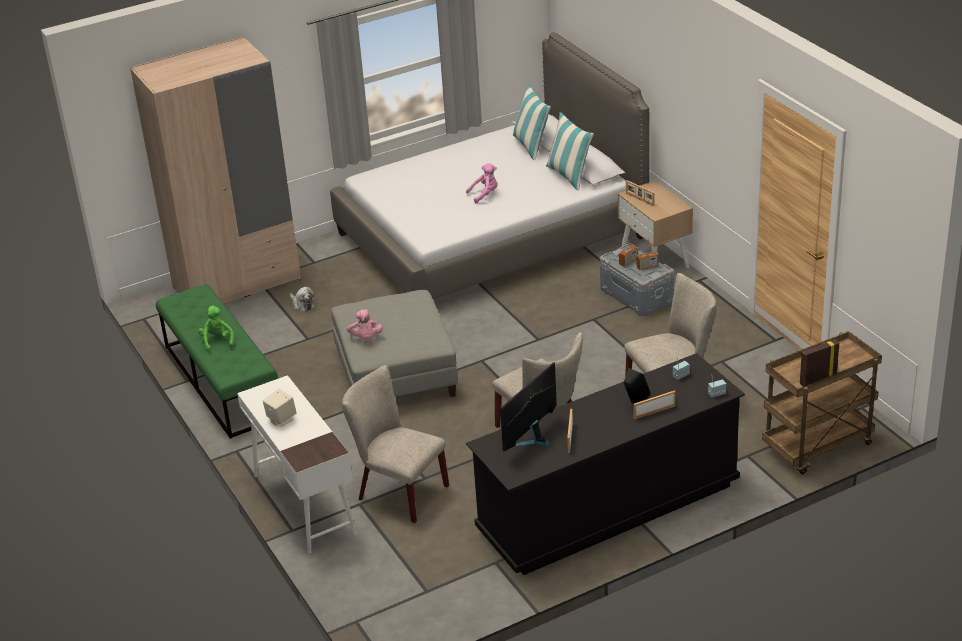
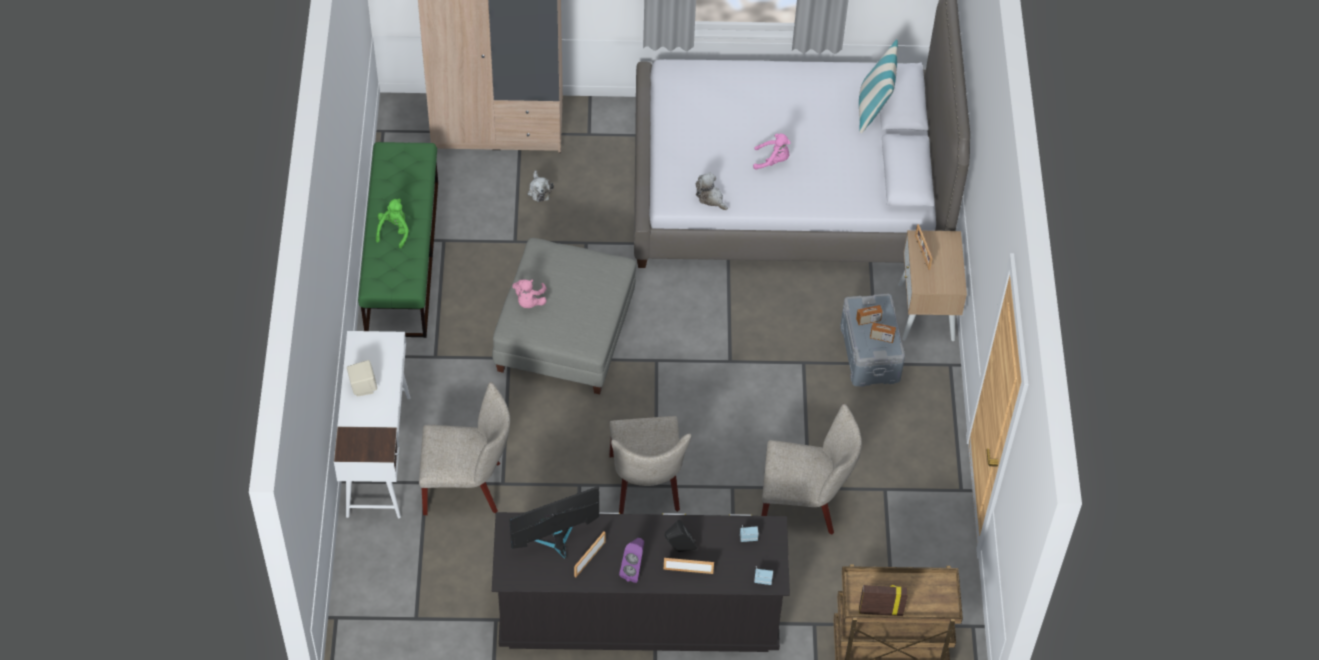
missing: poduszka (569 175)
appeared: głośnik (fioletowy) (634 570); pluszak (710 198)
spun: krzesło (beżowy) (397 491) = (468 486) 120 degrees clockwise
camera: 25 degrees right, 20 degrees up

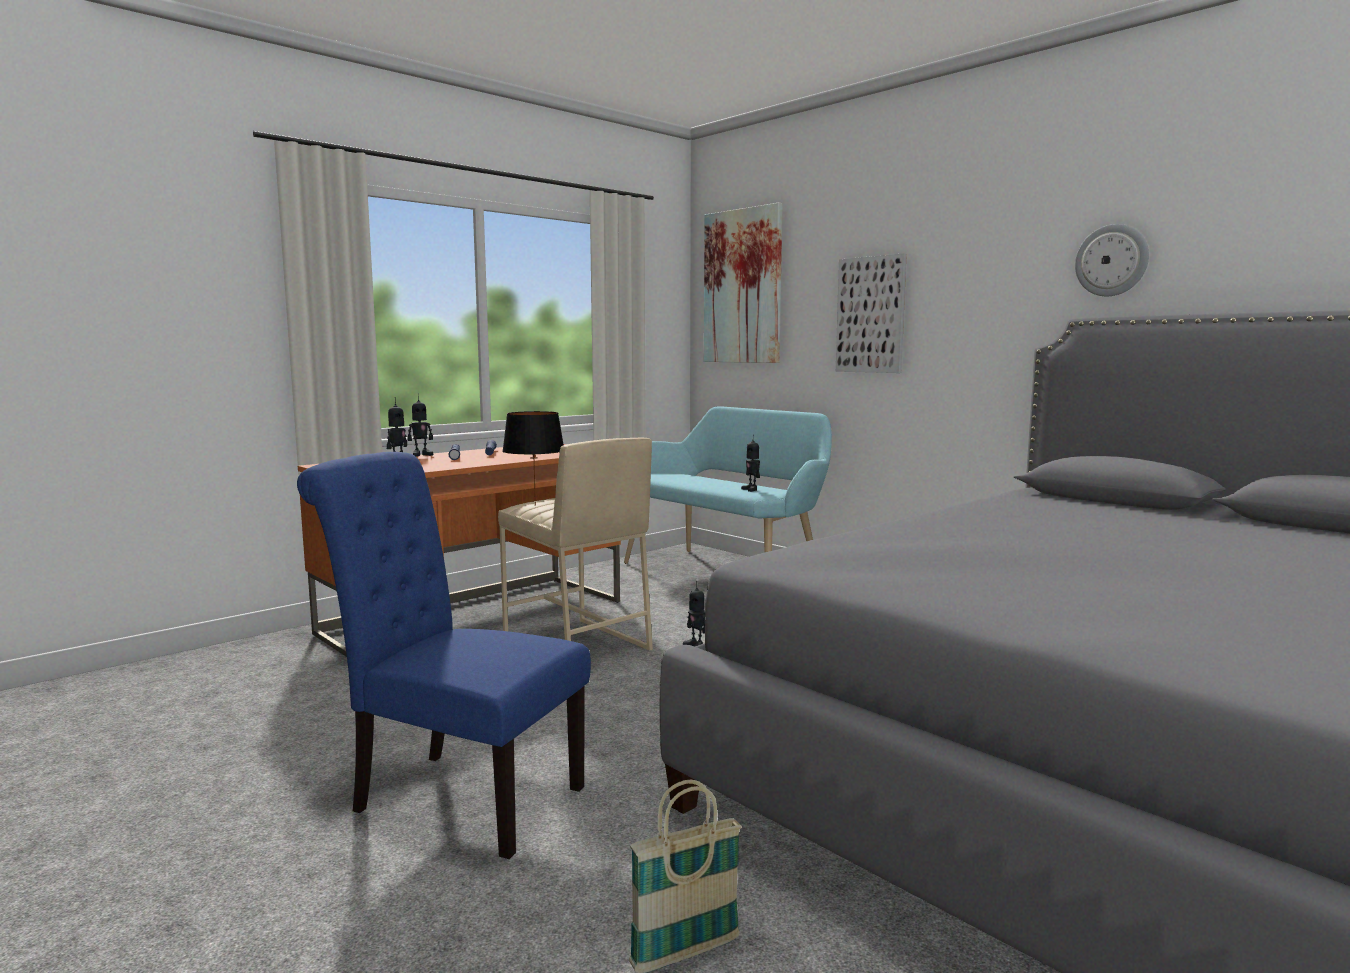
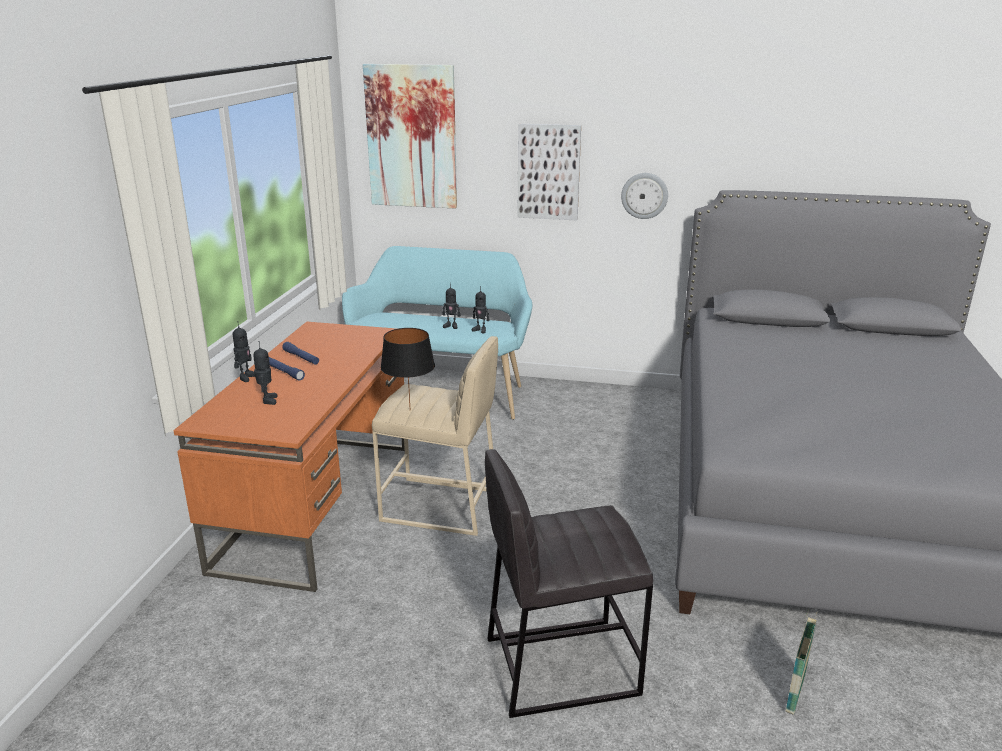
relocated: robot zabawkowy (695 646) to (451 326); zegar ścienny (1111 260) to (644 195)
exchanged: krzesło (niebieski) (457 797) to stołek (szary) (559 665)
camera: 35 degrees left, 15 degrees up

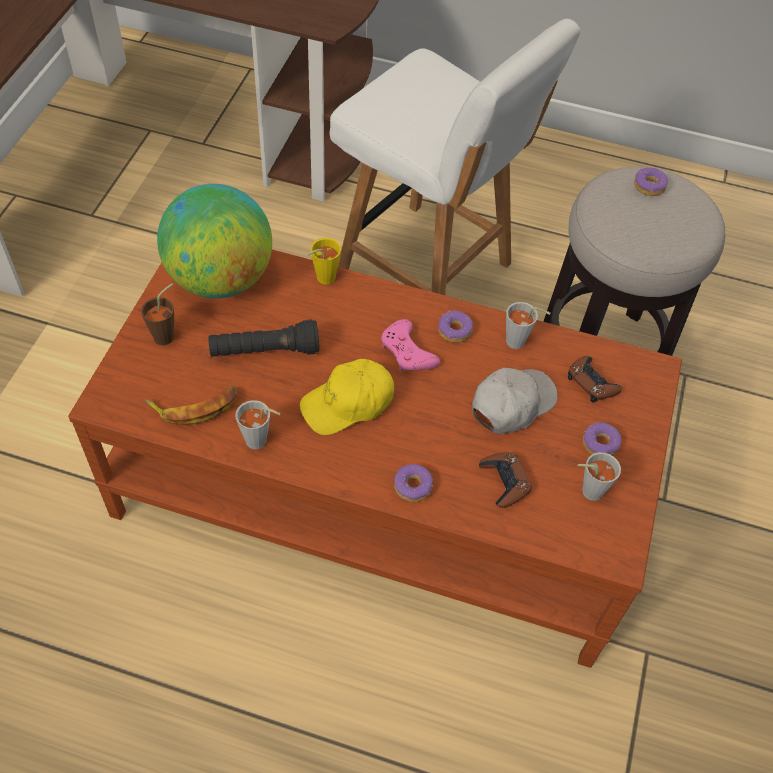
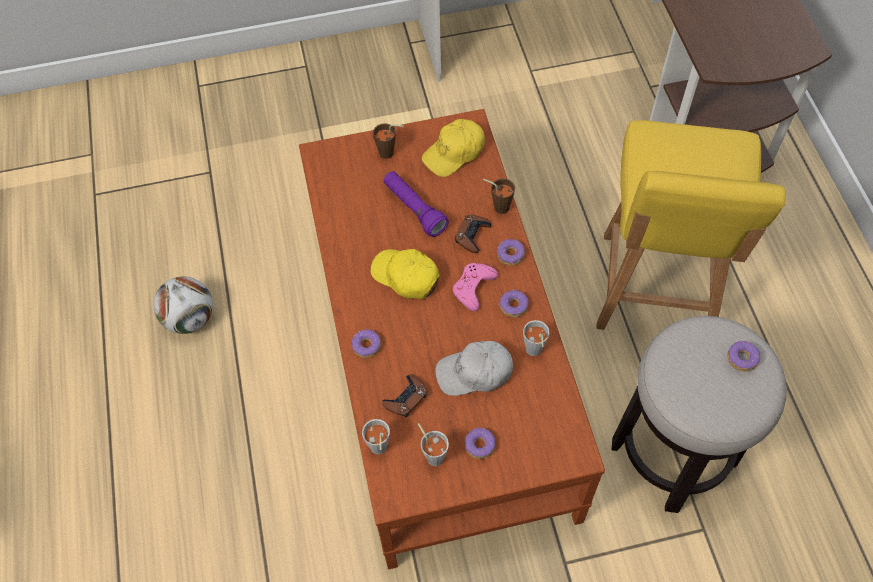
missing: banan (195 407)
appeared: piłka futbolowa (190 318); donut (510 255)
relocated: filiżanka (szary) (260 442) to (378 450); pad do gier (brązowy) (591 383) to (472 235)
exchanged: globus (220 279) to czapka z daszkiem (żółty) (454 153)
colour: latarka (czarny) (264 351) to latarka (fioletowy) (414 209); filiżanka (żółty) (322 279) to filiżanka (brązowy) (498 206); krzesło (biały) (428 269) to krzesło (żółty) (656 290)
spun: czapka z daszkiem (biały) (512 404) = (474 373) 150 degrees clockwise
camera: 65 degrees right, 5 degrees up

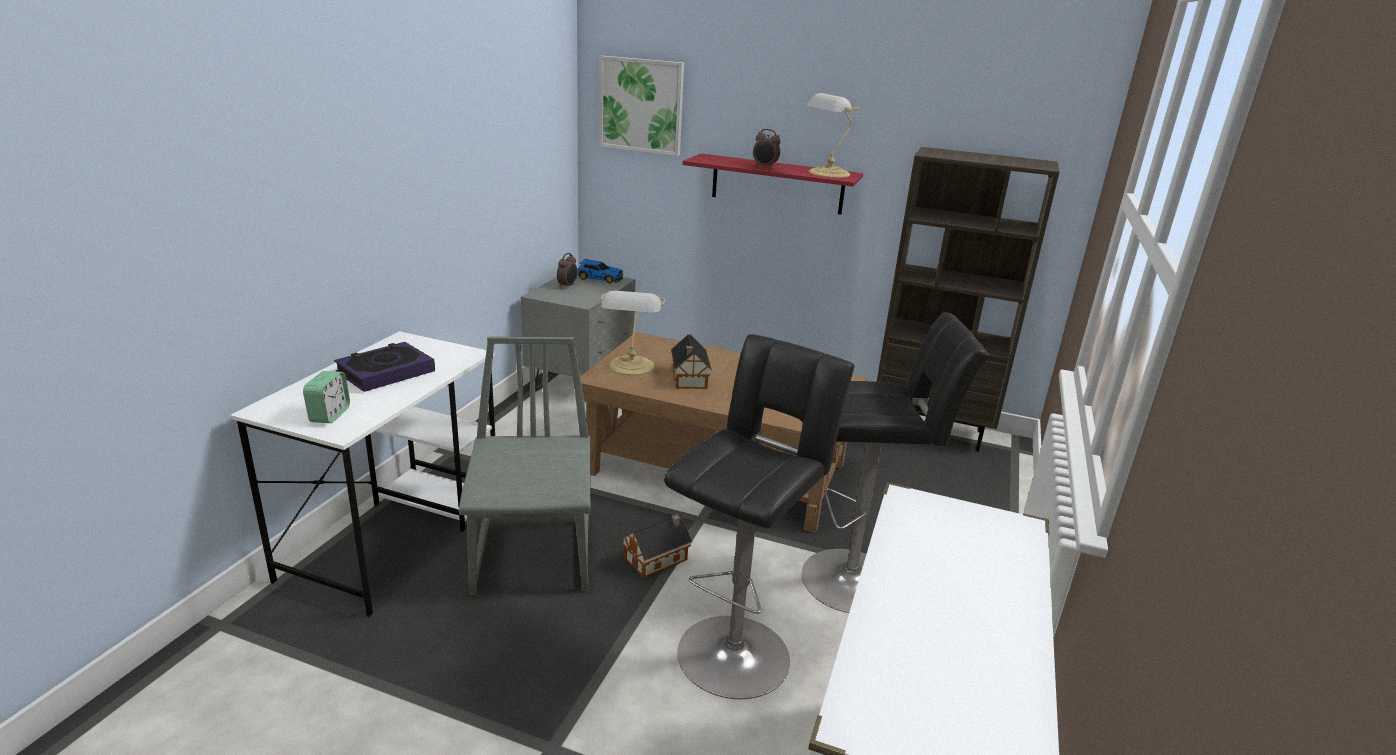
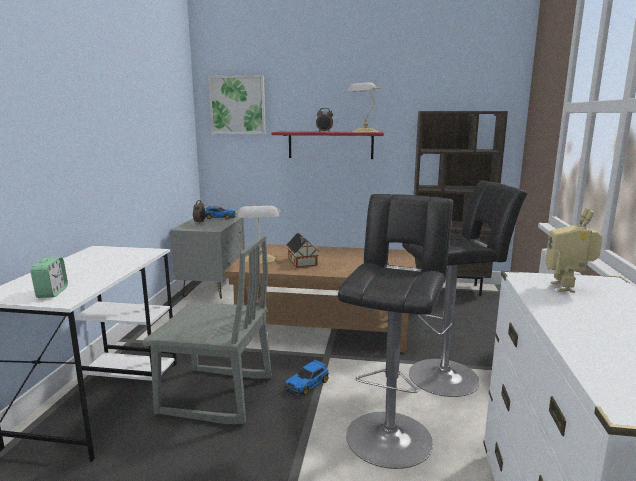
missing: książka (385 372)
appeared: robot zabawkowy (567 287)
exchanged: domek (658 559) to samochodzik (308 384)
spun: krzesło (szary) (535 555) = (216 396) 120 degrees clockwise
camera: 10 degrees left, 10 degrees down

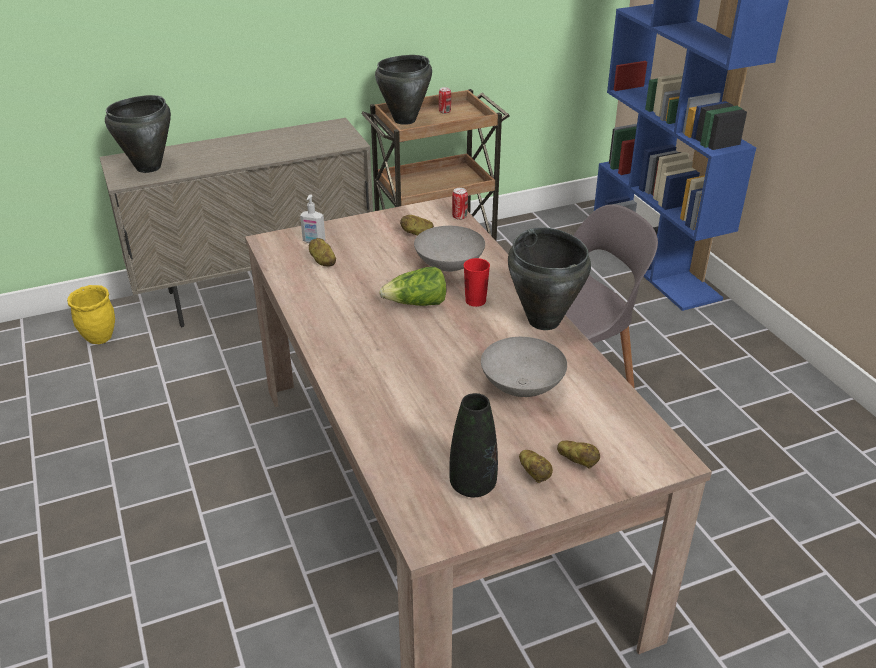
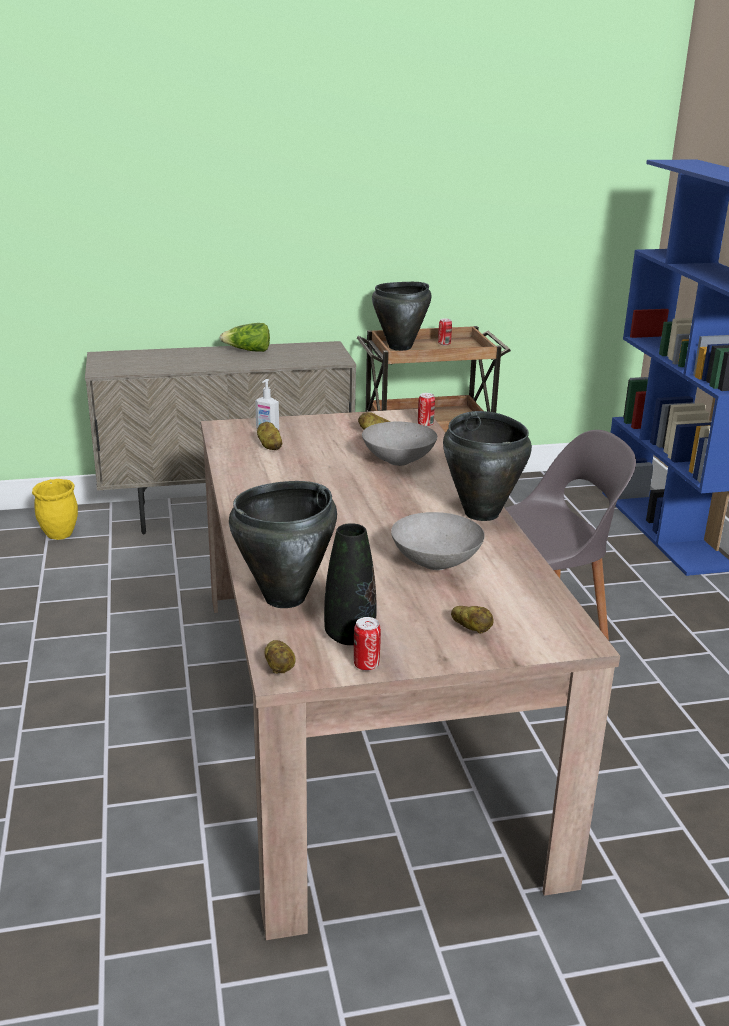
missing: filiżanka (czerwony) (475 301)
appeared: puszka (366 665)
relocated: sałata (417 304) to (248 351); garnek (czarny) (149 167) to (286 598); ziemniak (535 474) to (280 668)
camera: 10 degrees right, 10 degrees down

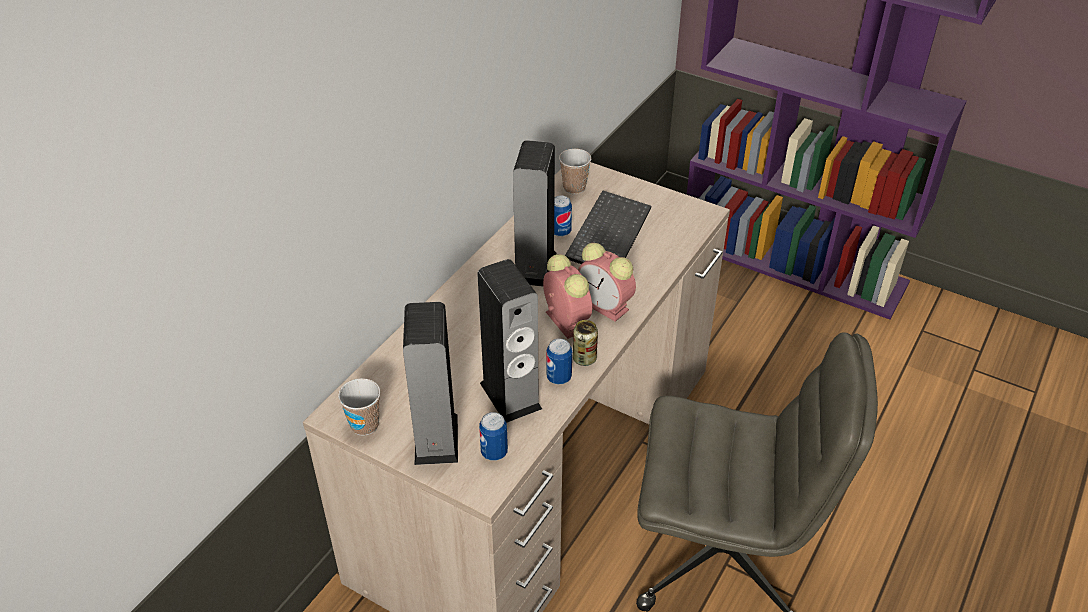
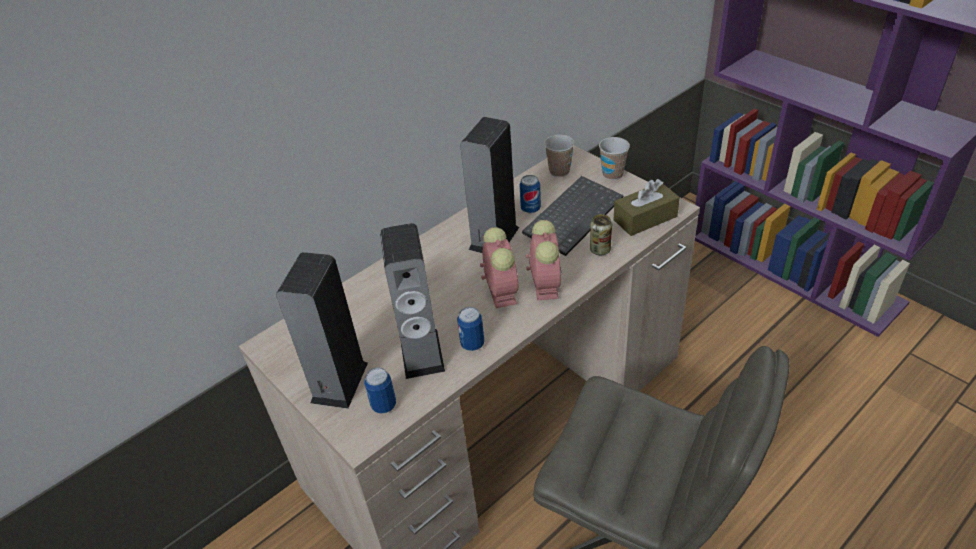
appeared: pudełko chusteczek (brązowy) (645 218)
relocated: puszka (584 359) to (600 250); filiżanka (364 425) to (612 174)
spun: budzik (607 306) = (545 283) 150 degrees counterclockwise
camera: 20 degrees right, 0 degrees up

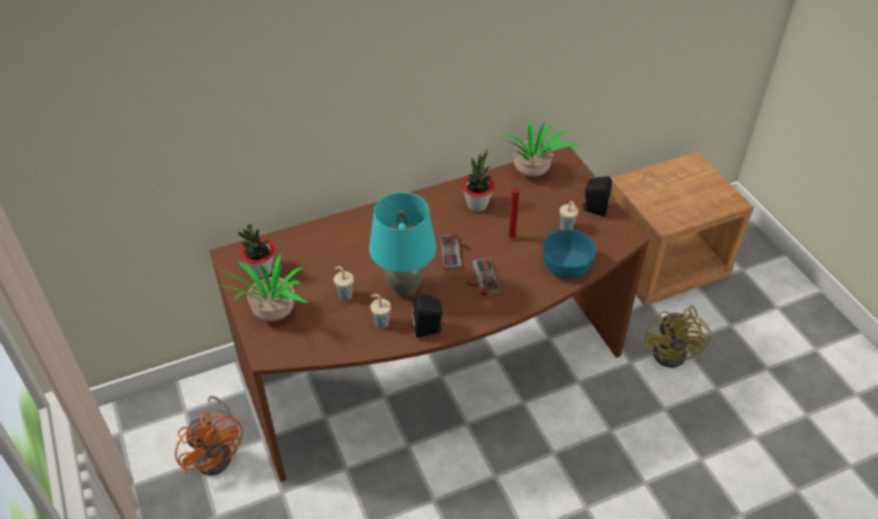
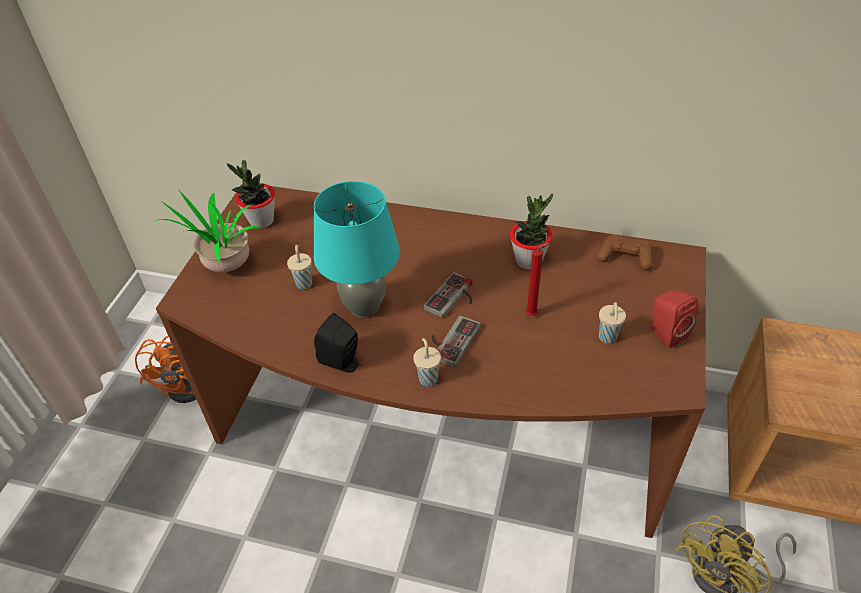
missing: miska (turkusowy) (565 265)
relocated: filiżanka (beżowy) (381 323) to (428 378)
exchanged: roślina doniczkowa (531 175) to pad do gier (brązowy) (625 258)
colour: głośnik (czarny) (594 209) to głośnik (czerwony) (665 333)
camera: 40 degrees right, 0 degrees up

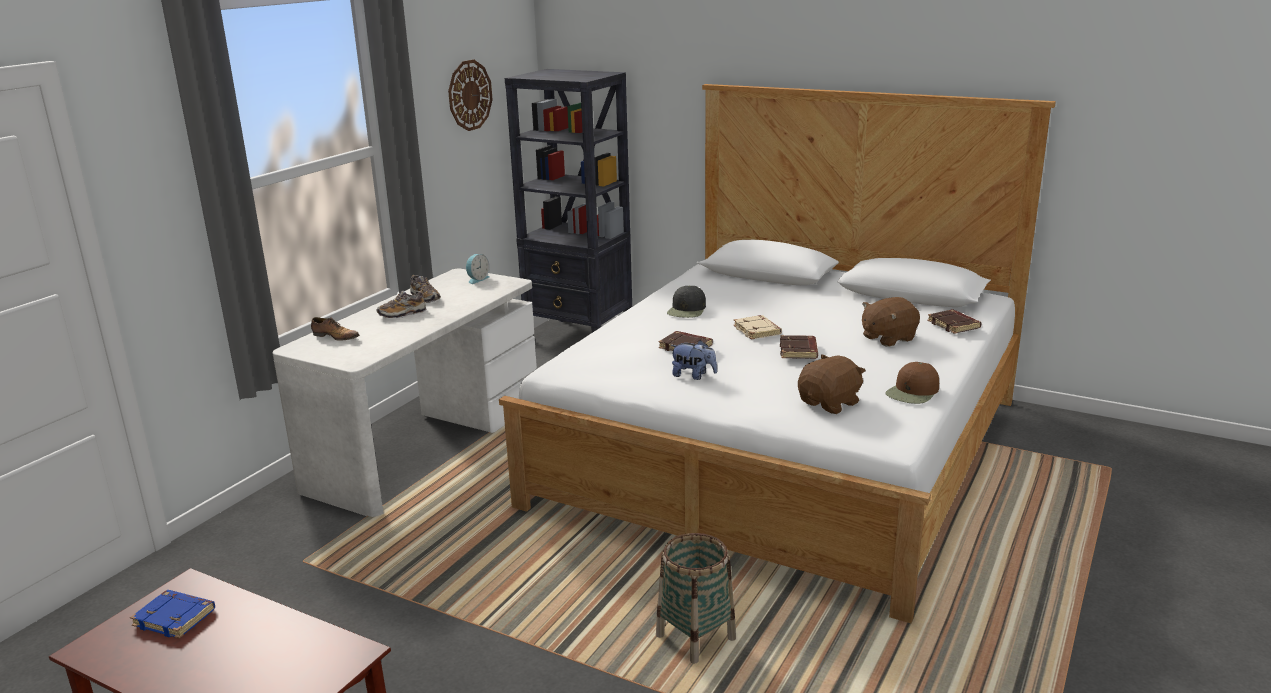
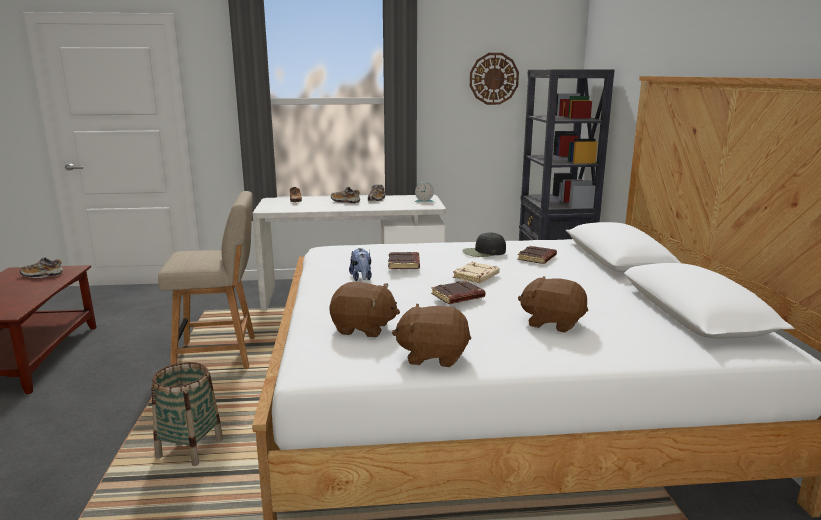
appeared: krzesło (beżowy) (221 354)
relocated: książka (brązowy) (954 325) to (537 258)
exchanged: książka (niebieski) (176 618) to but (42 275); czapka z daszkiem (brązowy) (913 392) to pluszak (brązowy) (433 356)
camera: 55 degrees right, 5 degrees down

